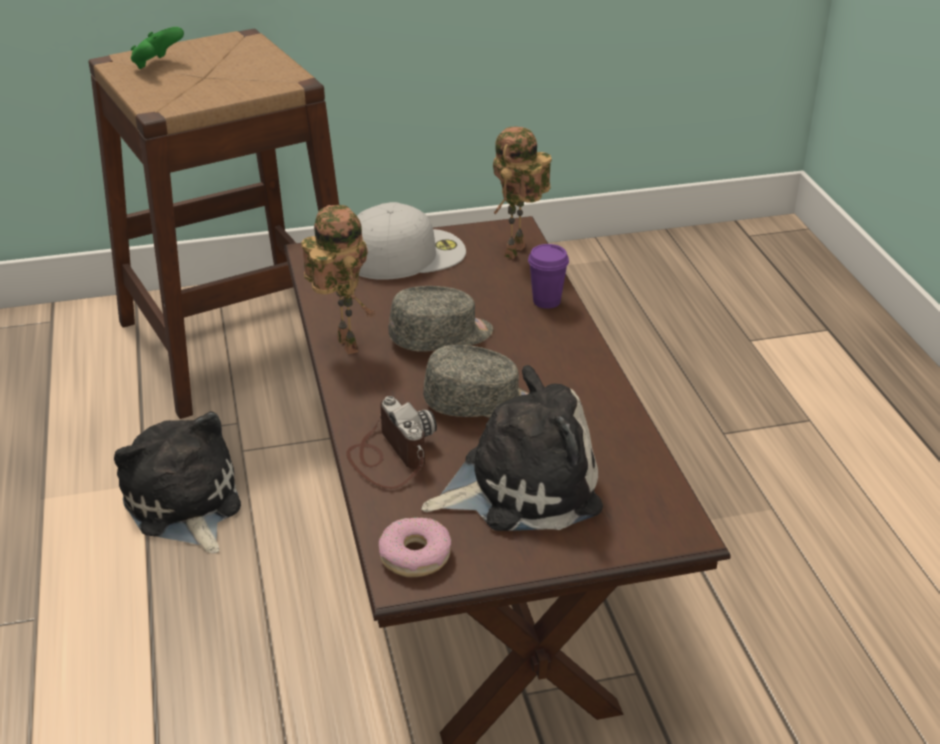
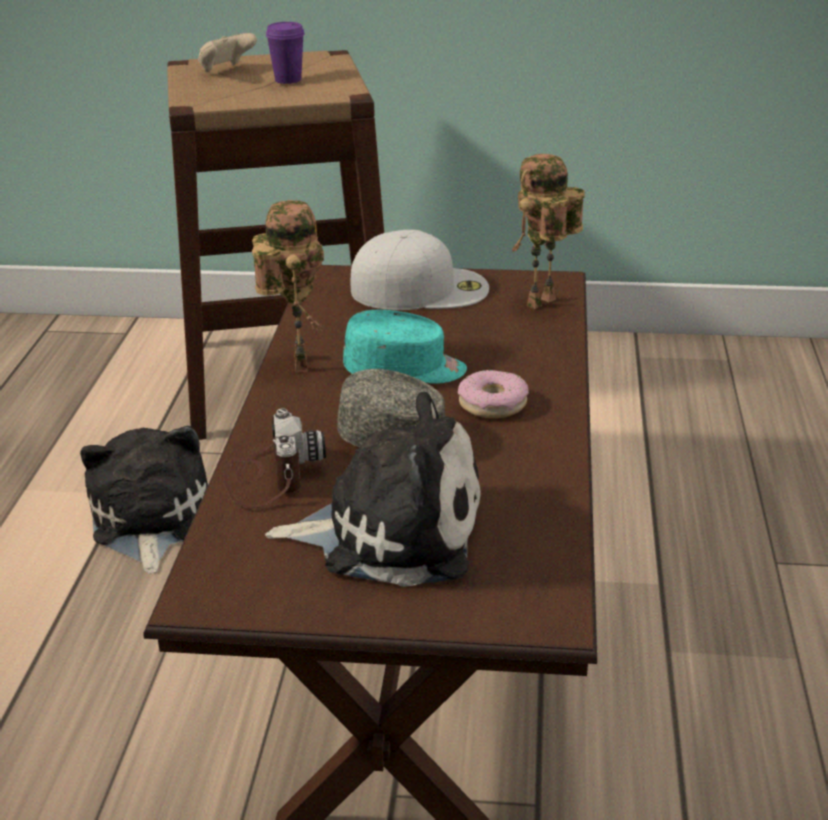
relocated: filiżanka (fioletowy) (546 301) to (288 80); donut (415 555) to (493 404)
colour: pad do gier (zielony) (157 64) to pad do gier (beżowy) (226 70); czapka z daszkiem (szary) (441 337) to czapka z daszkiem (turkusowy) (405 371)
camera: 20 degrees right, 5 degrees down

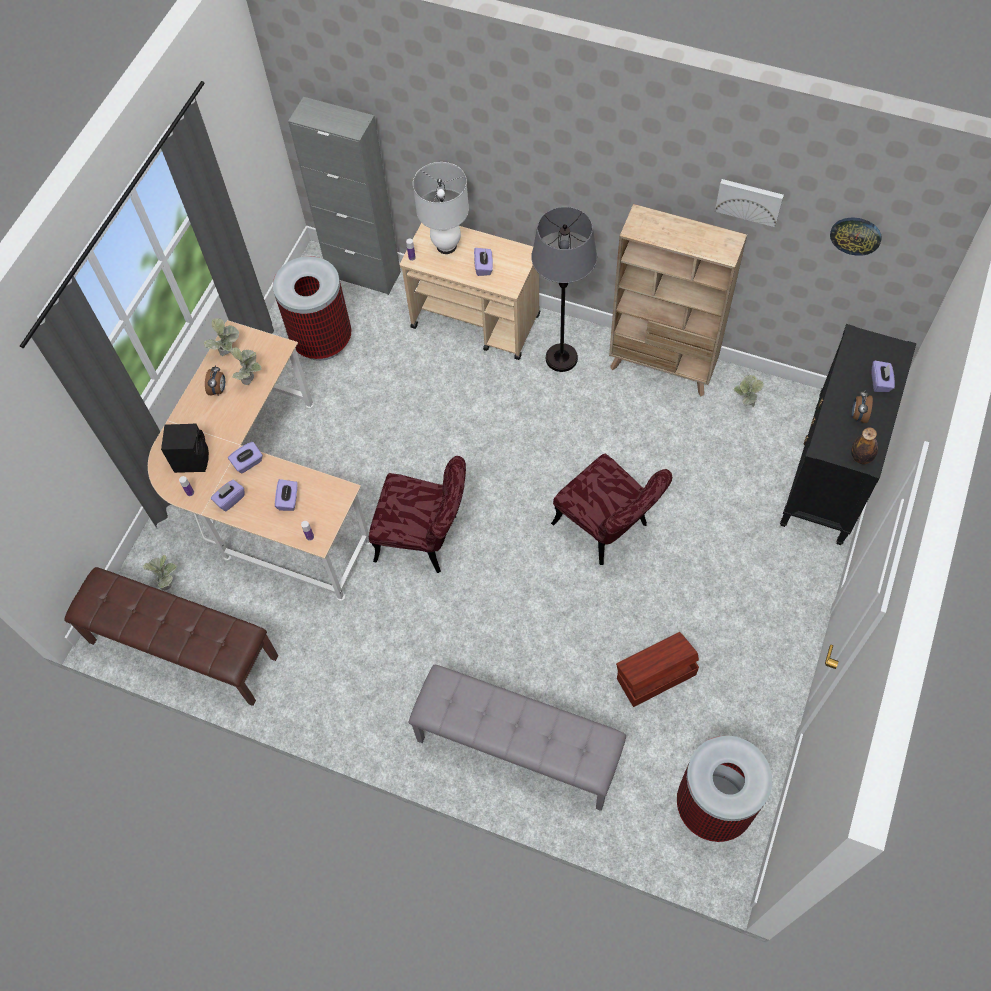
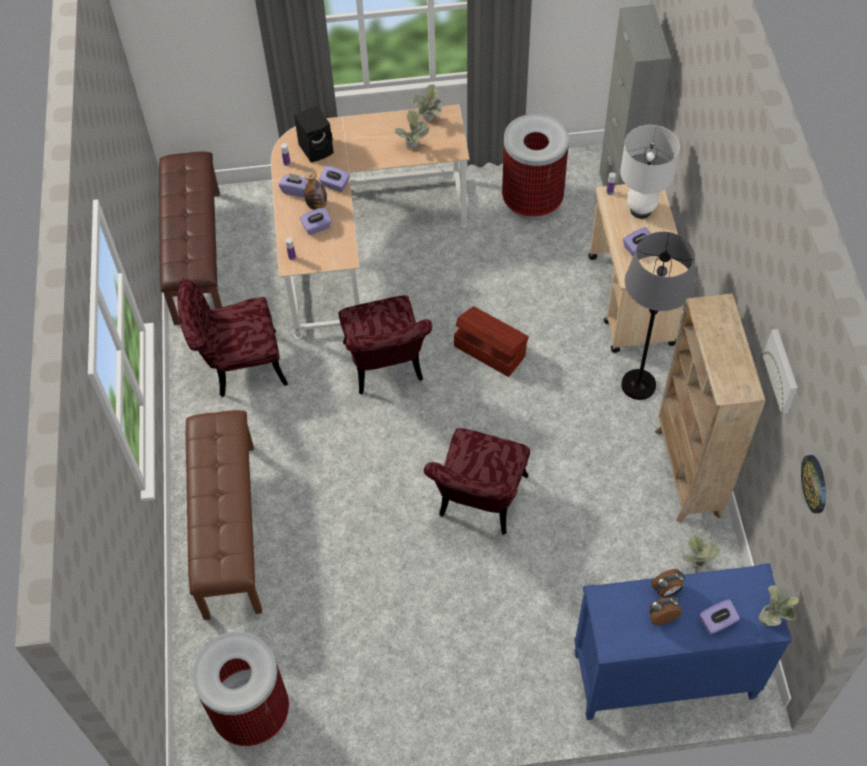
appeared: krzesło (czerwony) (238 366)
relocated: butelka (861 457) to (317 205); pojemnik do przechowywania (brązowy) (655 676) to (489 350); budzik (218 389) to (666 590); roślina doniczkowa (168 582) to (771 620)
colour: ławka (szary) (517 749) to ławka (brązowy) (228 529); komoda (czarny) (828 475) to komoda (niebieski) (662 677)
camera: 60 degrees right, 5 degrees down

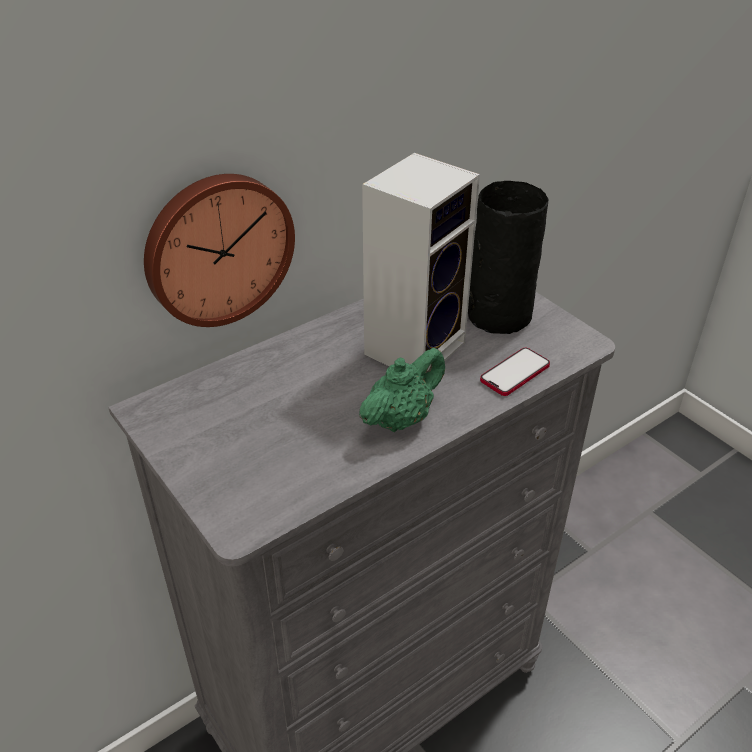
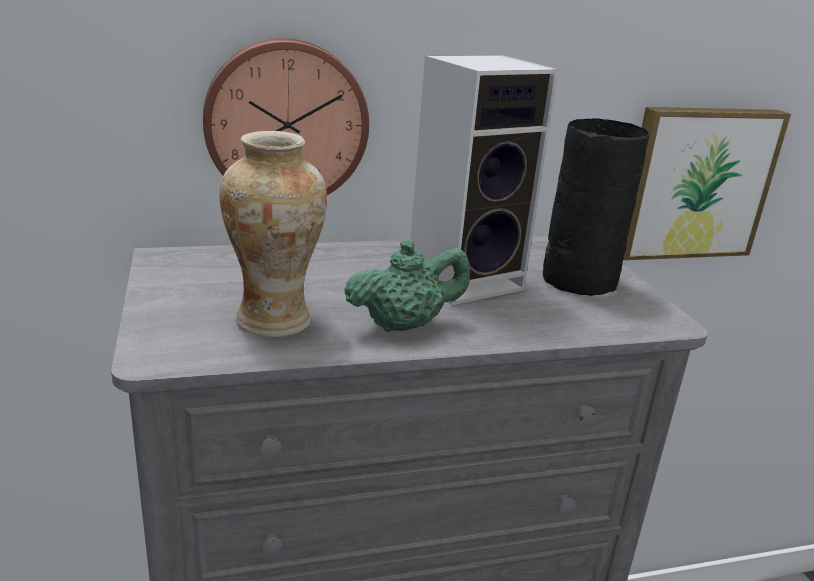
missing: telefon (515 373)
appeared: wazon (274 321); obraz (695 182)
camera: 20 degrees right, 15 degrees down

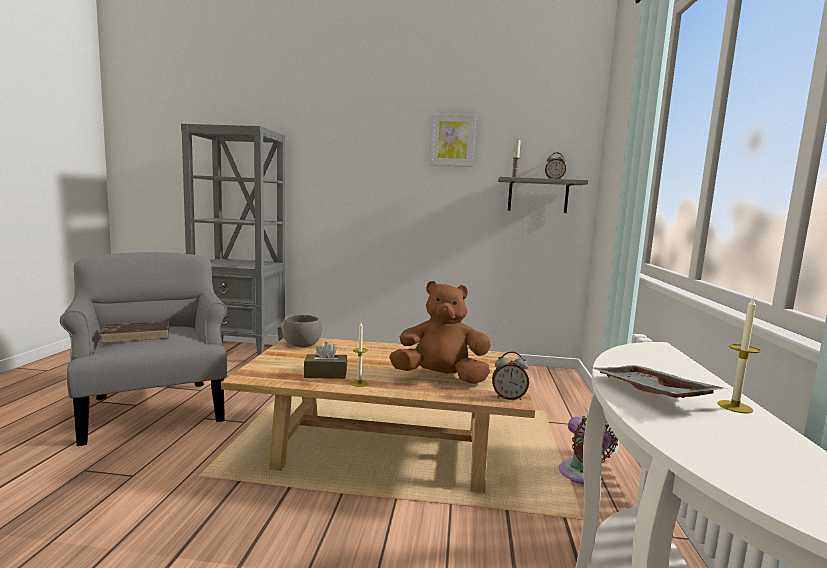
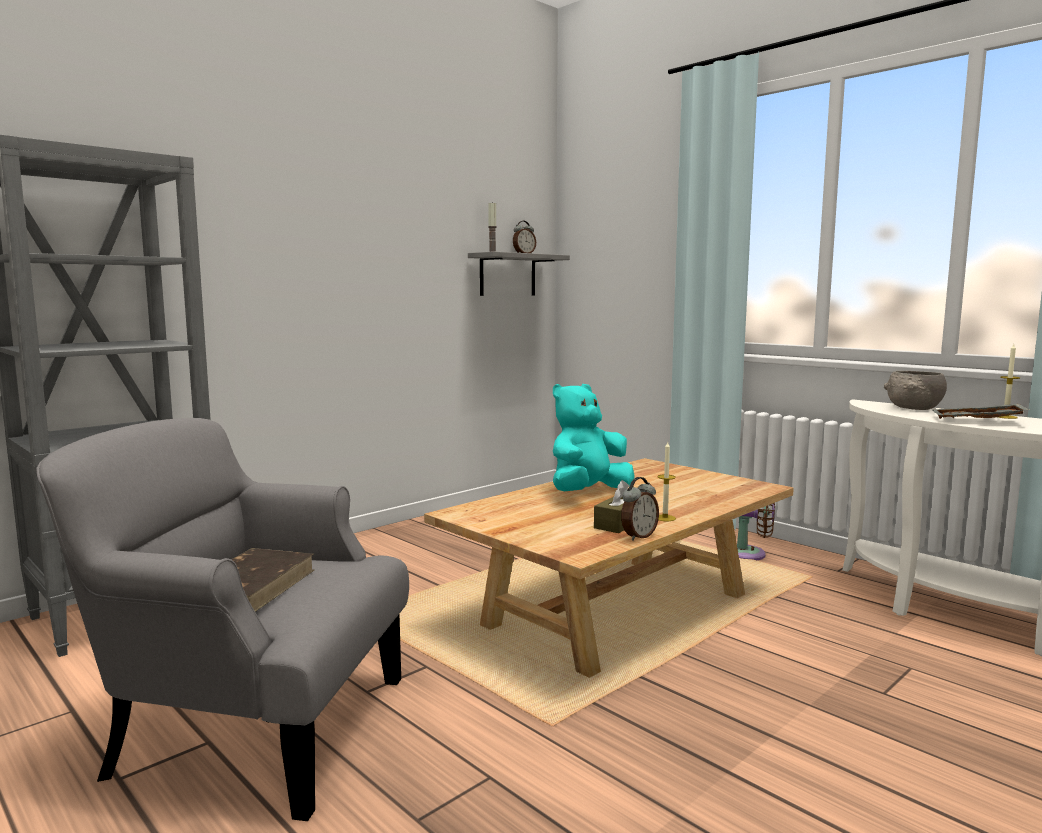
missing: pluszak (brązowy) (441 378); obraz (452 140)
appeared: pluszak (turkusowy) (588 493)
relocated: budzik (508 397) to (638 536); miska (szary) (301 344) to (914 408)
camera: 50 degrees left, 0 degrees up

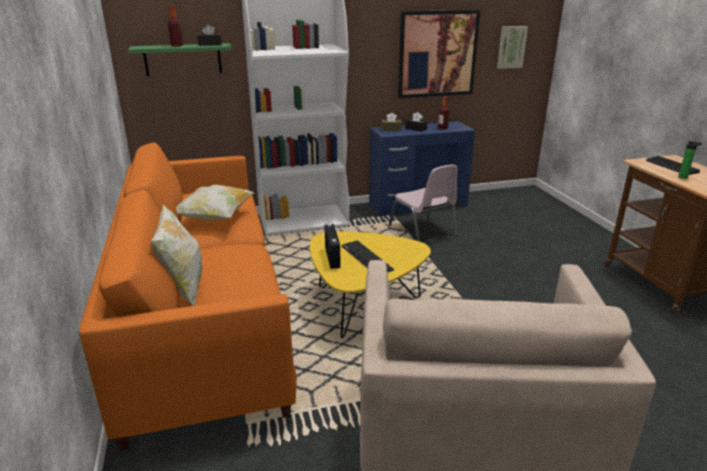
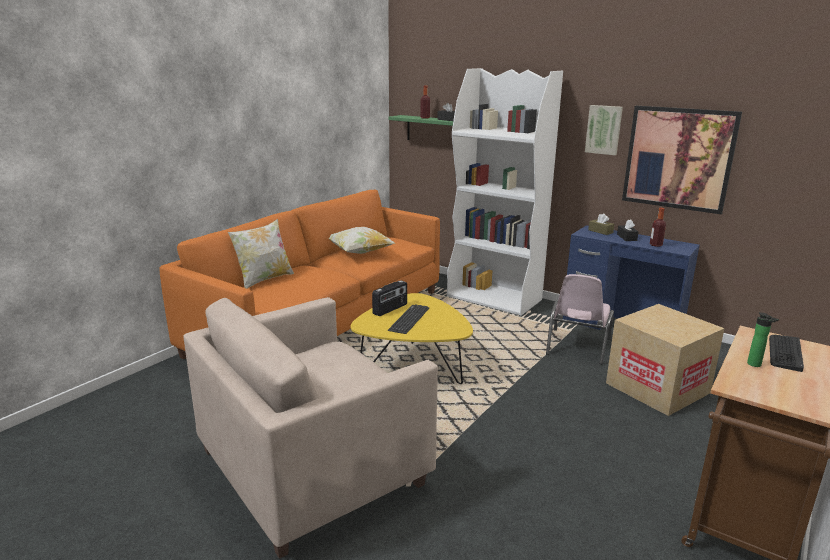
appeared: karton (657 388)
relocated: obraz (511 47) to (604 129)
camera: 50 degrees right, 5 degrees down

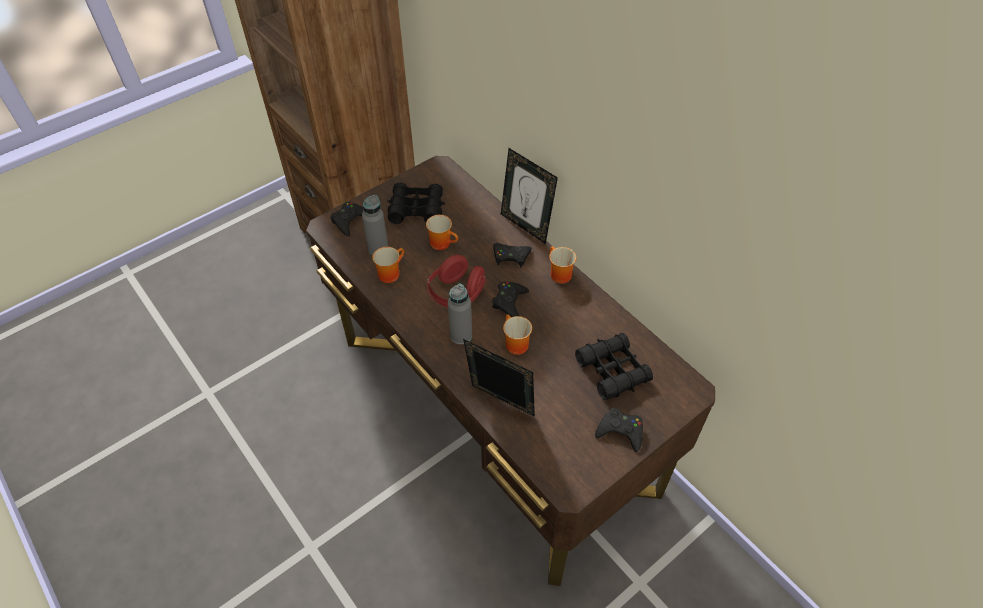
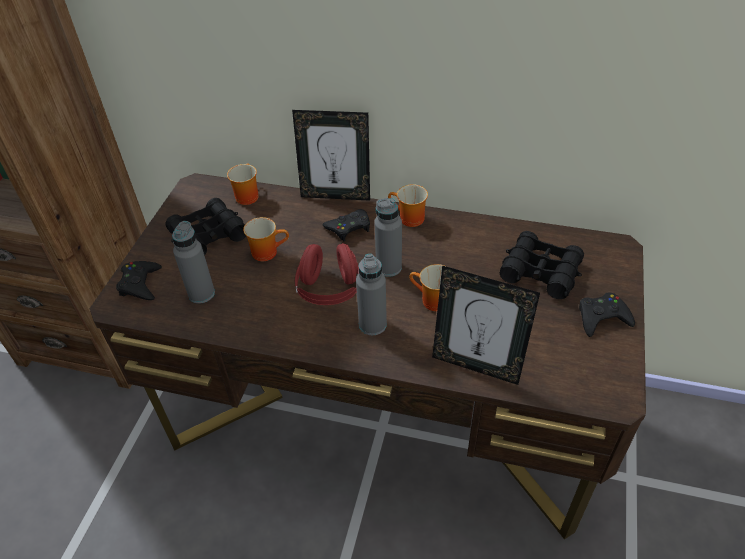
relocated: kubek (389 272) to (246 195)
exchanged: pad do gier (czarny) (509 302) to butelka (szary) (388 267)
spun: ramka na zdjęcie (499 405) = (476 365) 150 degrees counterclockwise
camera: 35 degrees left, 5 degrees down

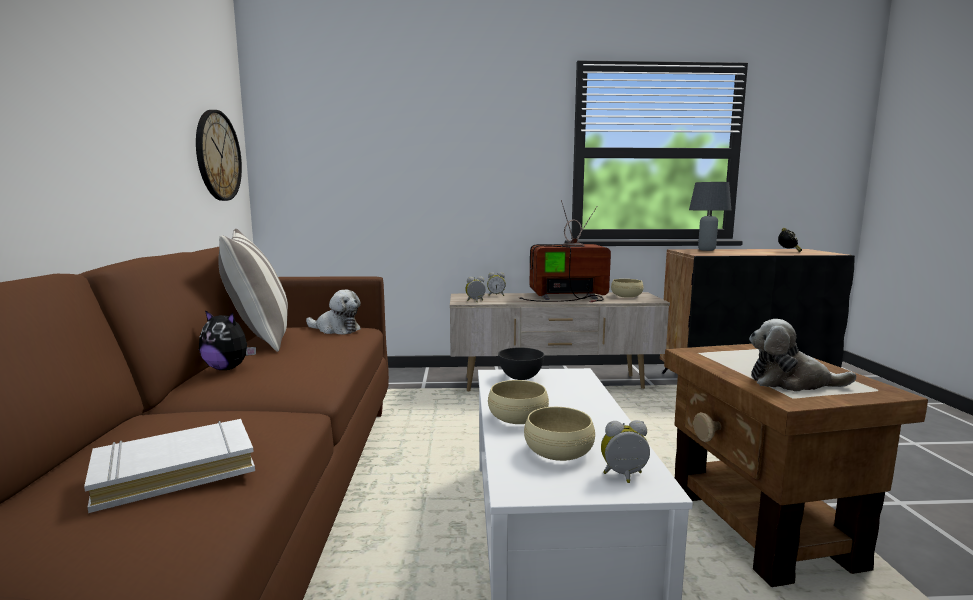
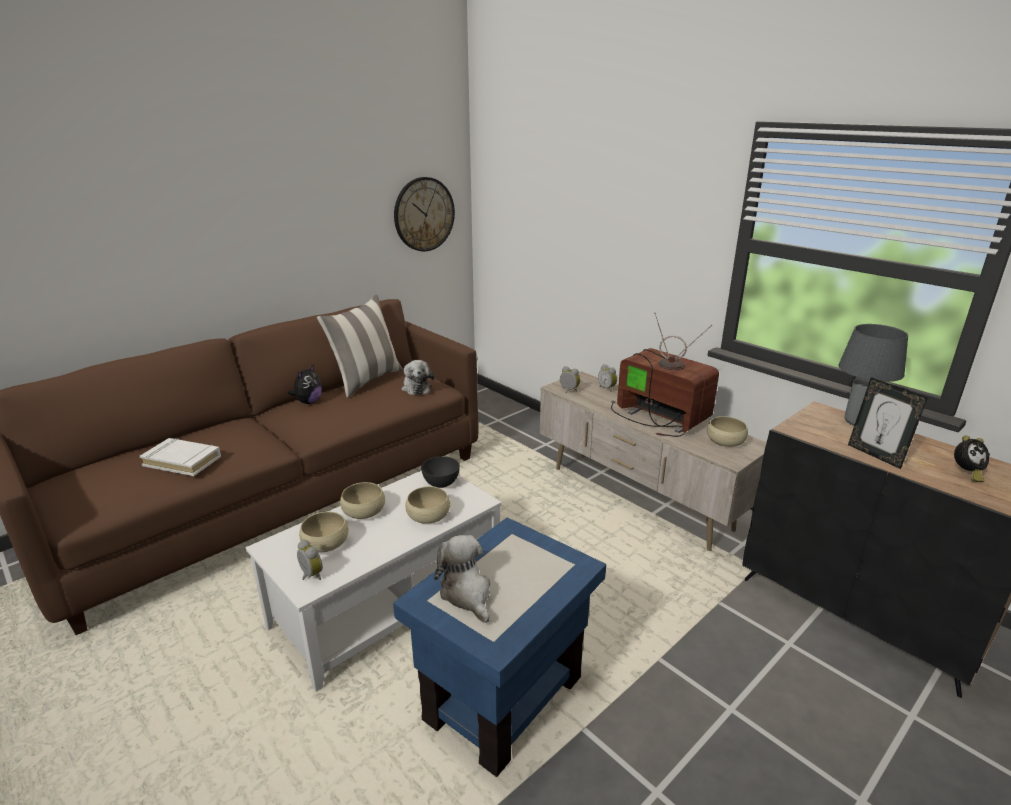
appeared: miska (beżowy) (428 515); ramka na zdjęcie (876 455)
colour: stolik (brązowy) (759 528) to stolik (niebieski) (502 697)
spun: pluszak (228 368) = (308 402) 135 degrees counterclockwise
camera: 50 degrees right, 15 degrees up

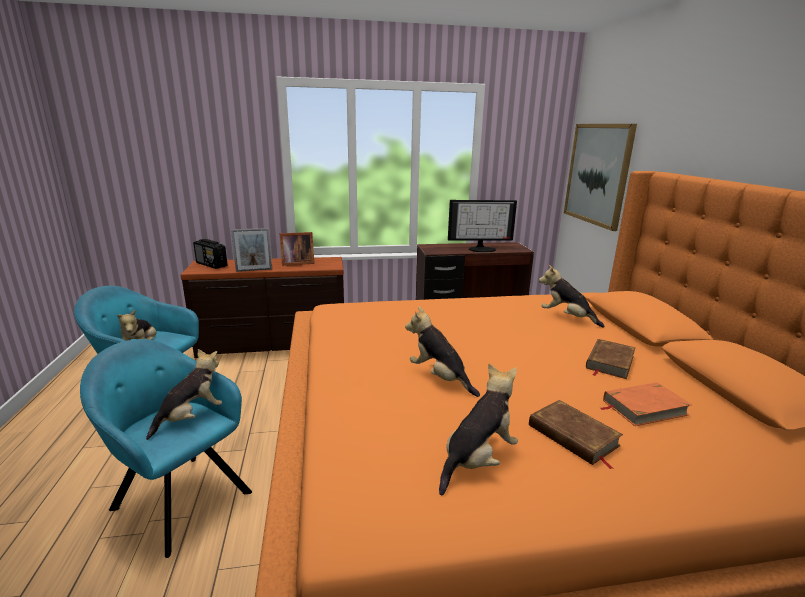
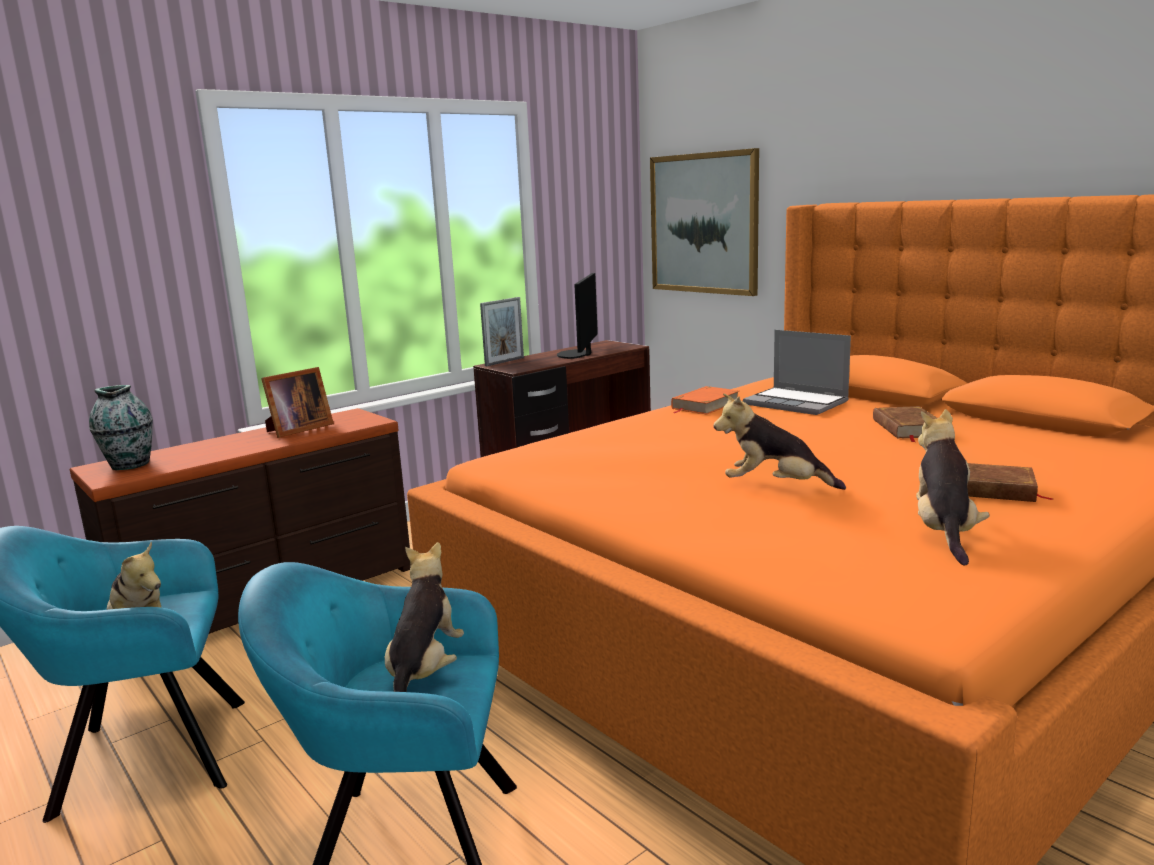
relocated: ramka na zdjęcie (254 270) to (504 361); książka (pomarańczowy) (644 407) to (705 405)
exchanged: radio (212 265) to wazon (130 464); pluszak (566 318) to laptop (797 403)
spun: monitor (482 249) = (577 354) 135 degrees clockwise
camera: 30 degrees left, 5 degrees down

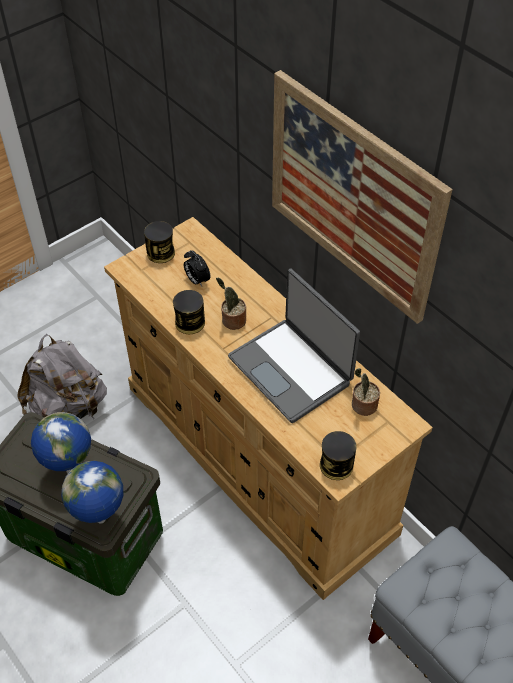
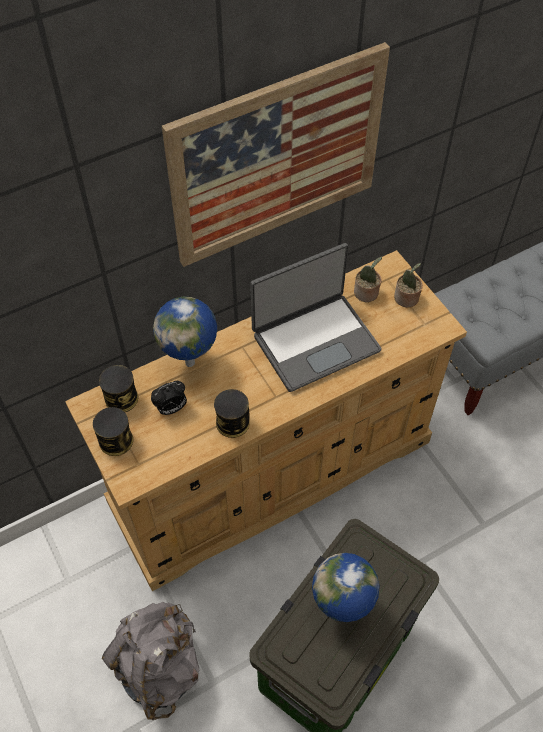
relocated: puszka (336 465) to (121 398); globus (101 520) to (191 362); roślina doniczkowa (232 320) to (406 299)
camera: 80 degrees left, 5 degrees up

